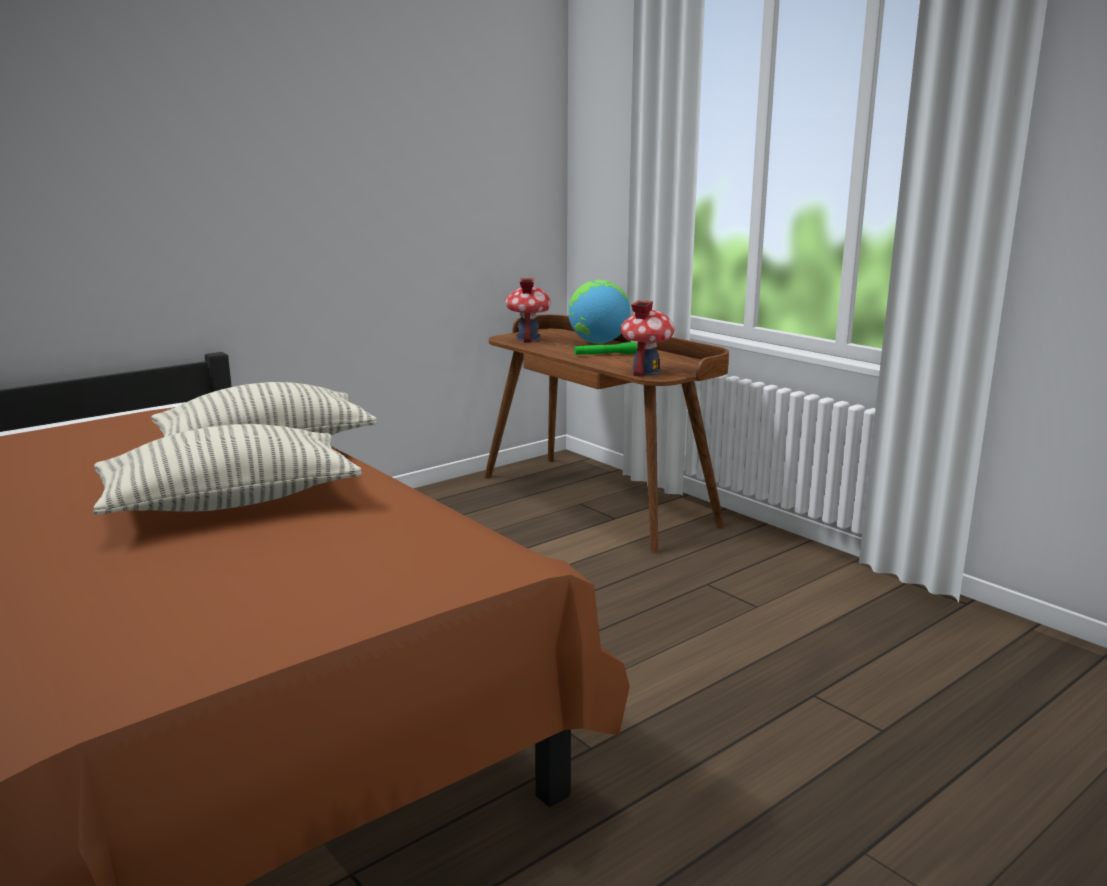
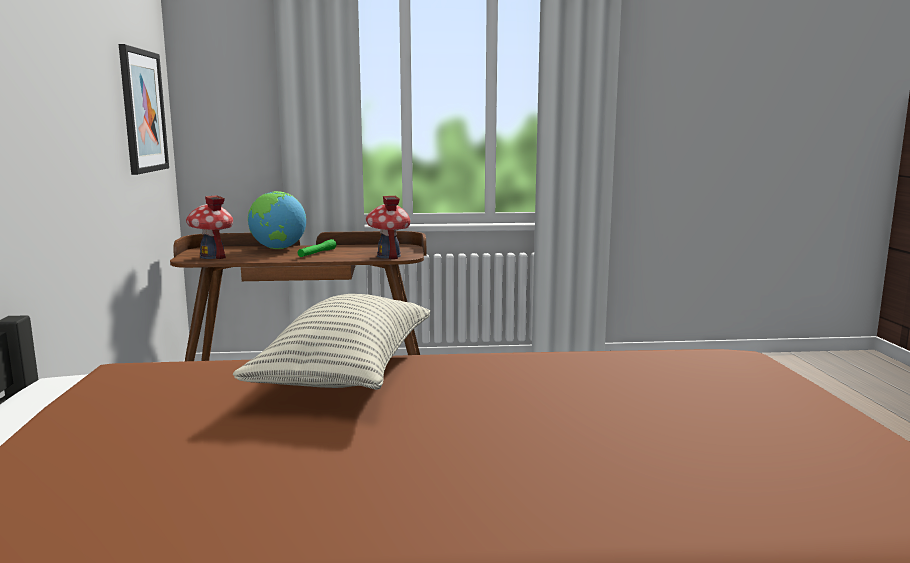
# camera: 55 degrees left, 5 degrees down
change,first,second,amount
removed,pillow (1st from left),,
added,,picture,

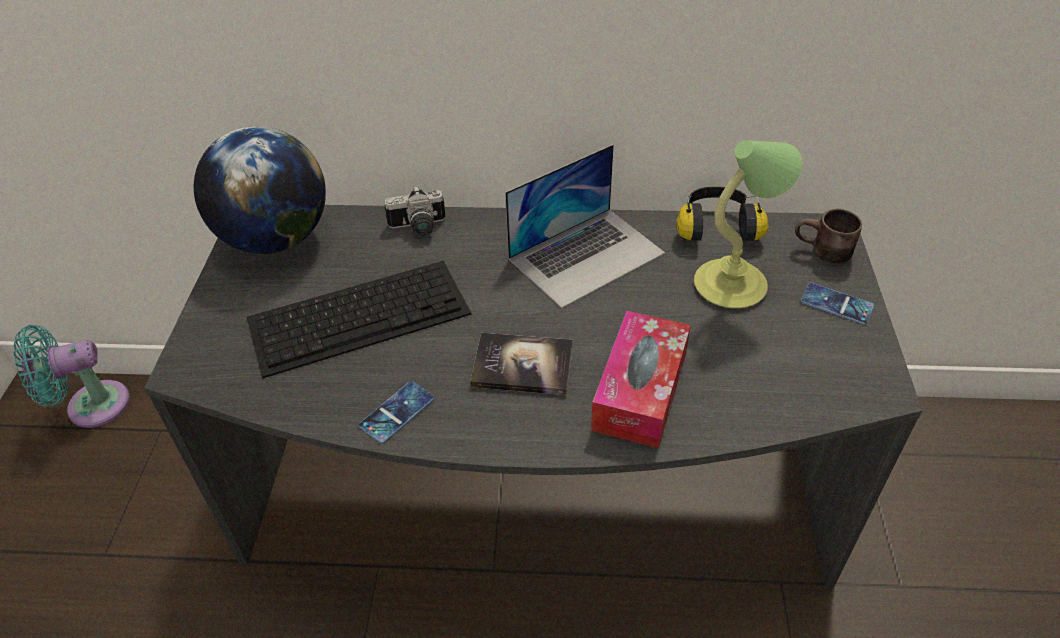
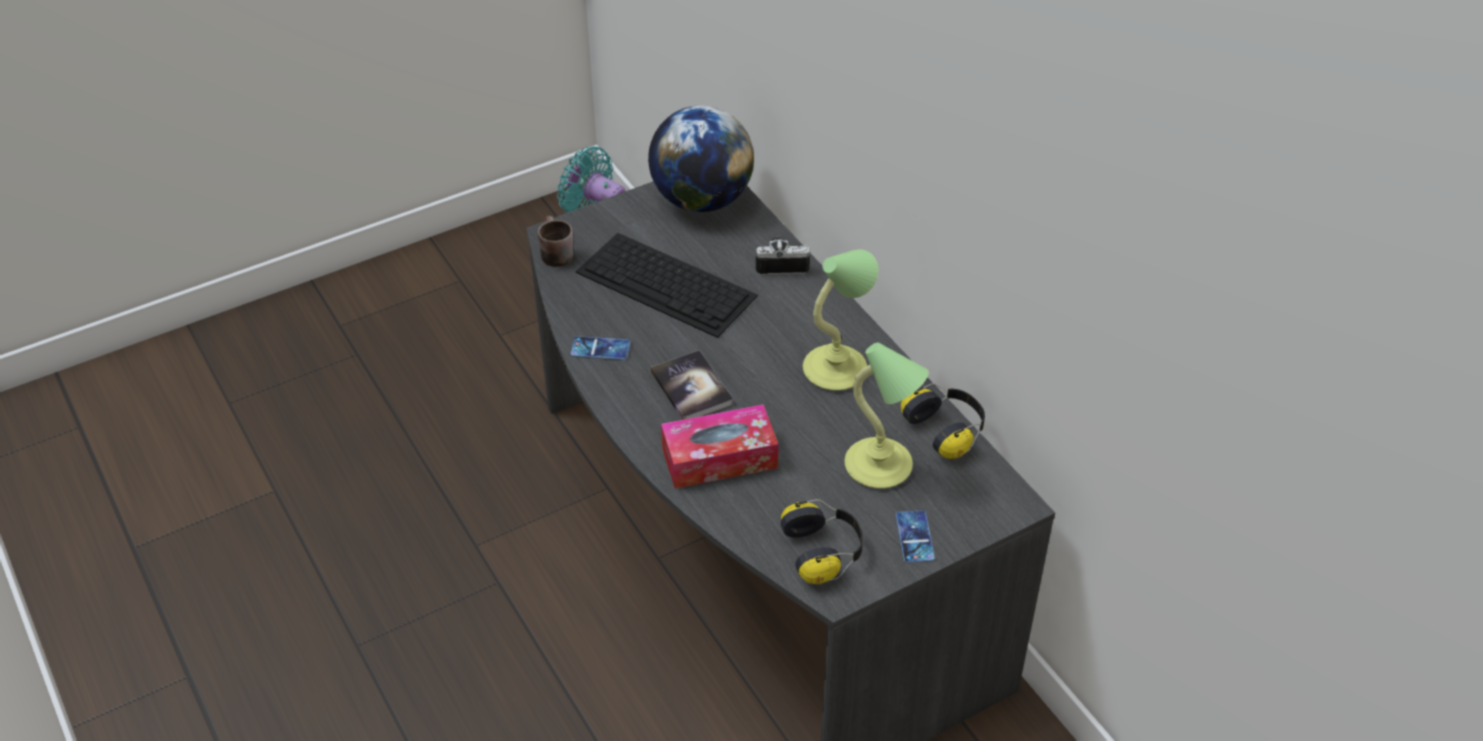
# camera: 55 degrees right, 0 degrees up
change,first,second,amount
replaced,laptop,table lamp (1st from left),
turned,photo camera,,135 degrees clockwise
moved,brown mug,,
added,,headphones (1st from left),

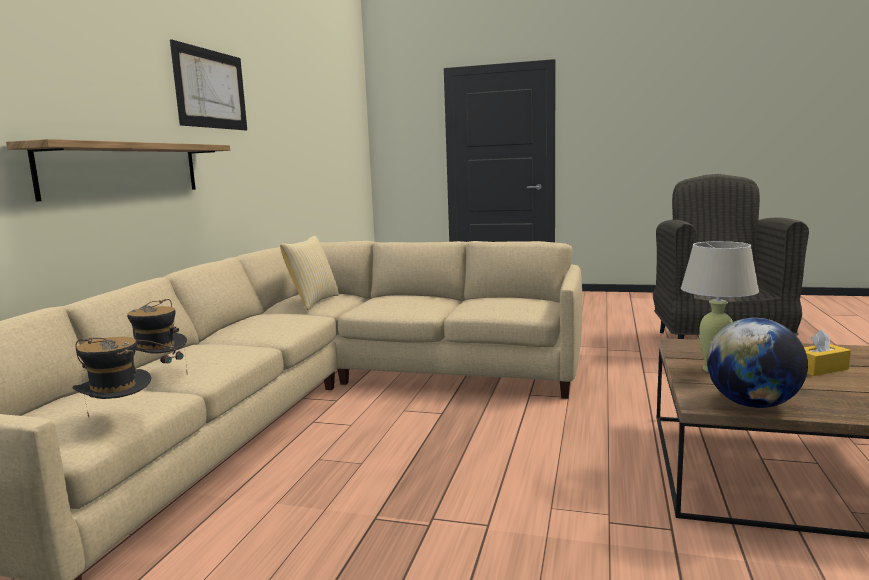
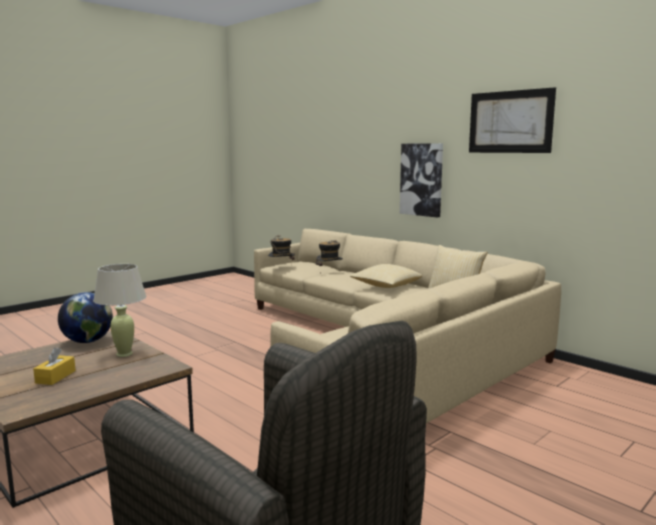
# camera: 120 degrees right, 0 degrees up
change,first,second,amount
replaced,shelf,picture (1st from left),
added,,pillow (1st from left),

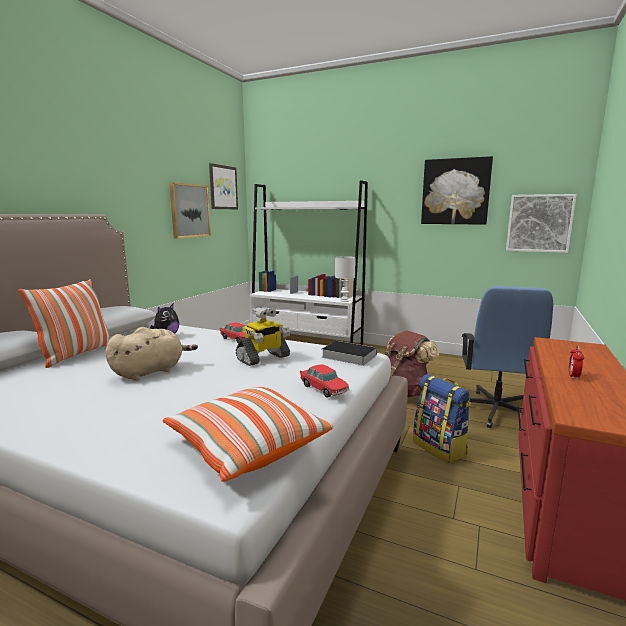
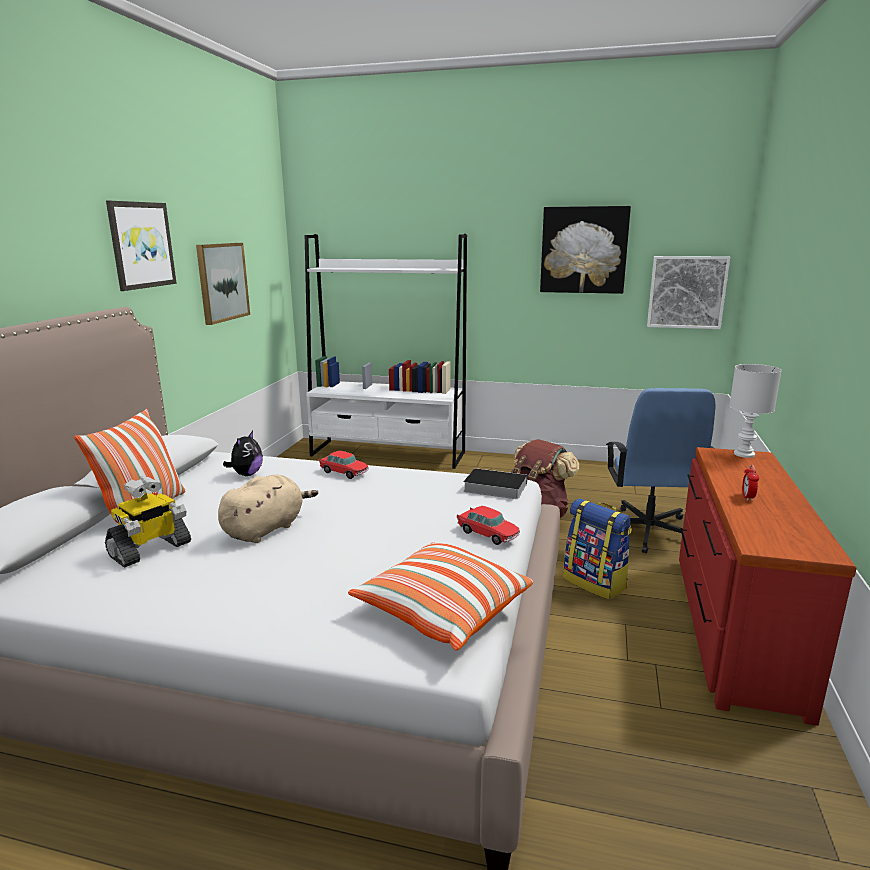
# camera: 10 degrees left, 5 degrees up
change,first,second,amount
moved,picture (2nd from left in the first image),picture (1st from left),
moved,white table lamp,,
moved,toy robot,,

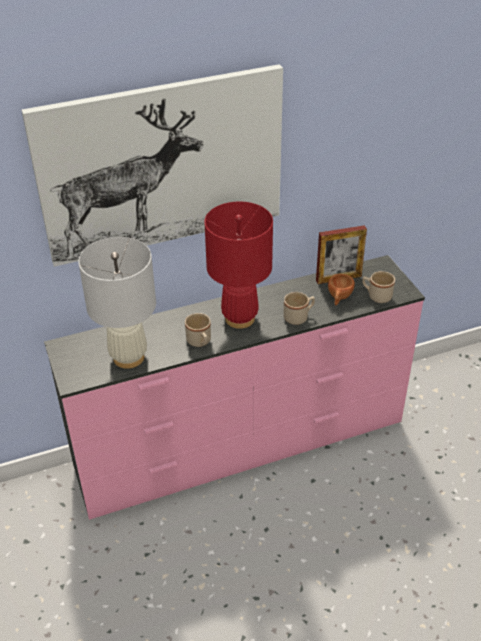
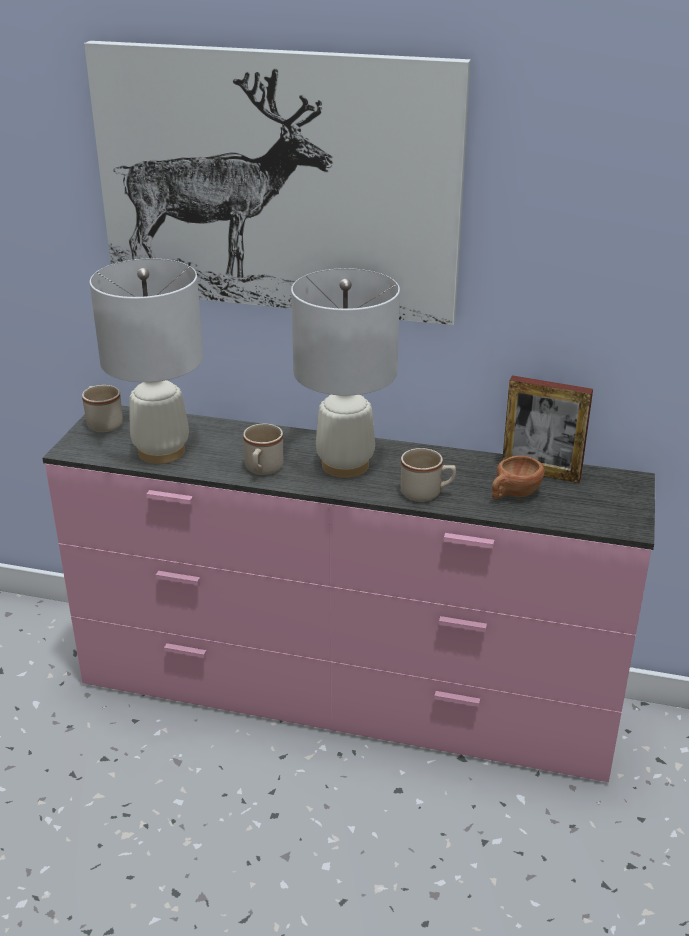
# camera: 35 degrees right, 10 degrees down
change,first,second,amount
recoloured,red table lamp,white table lamp (2nd from left),
moved,beige mug (3rd from left in the first image),beige mug (1st from left),

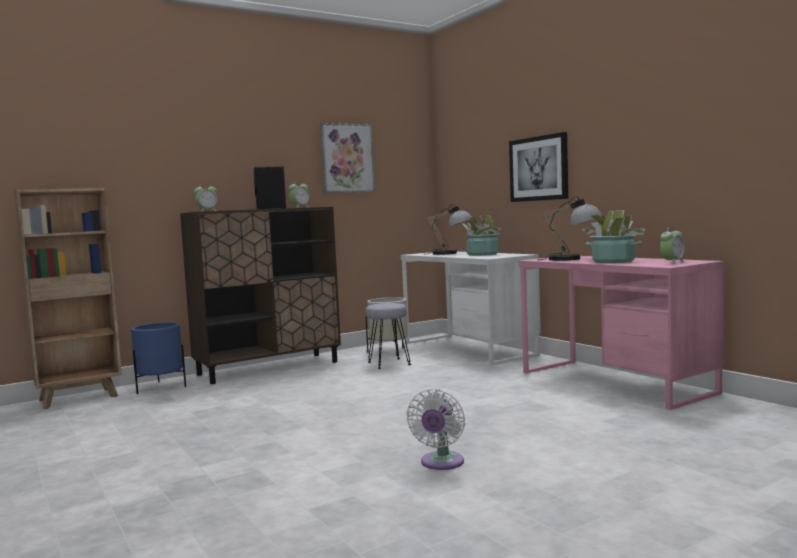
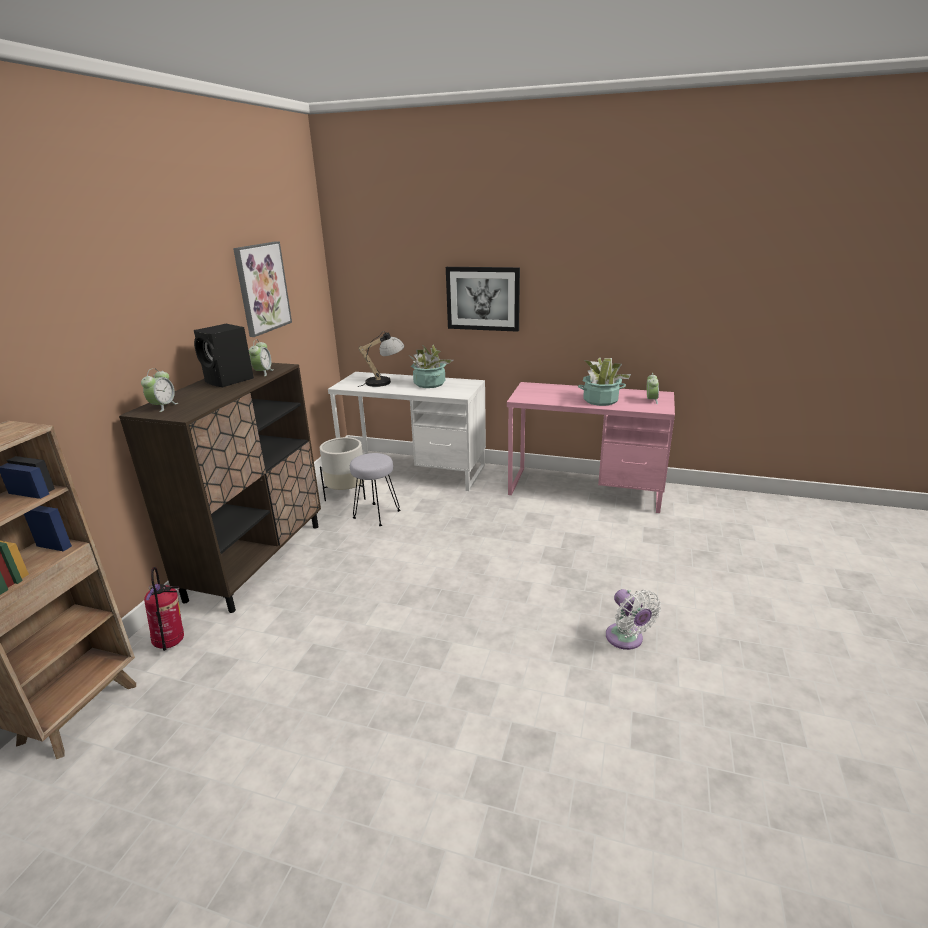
# camera: 40 degrees left, 20 degrees up
change,first,second,amount
removed,table lamp (2nd from left),,
replaced,blue planter,fire extinguisher,

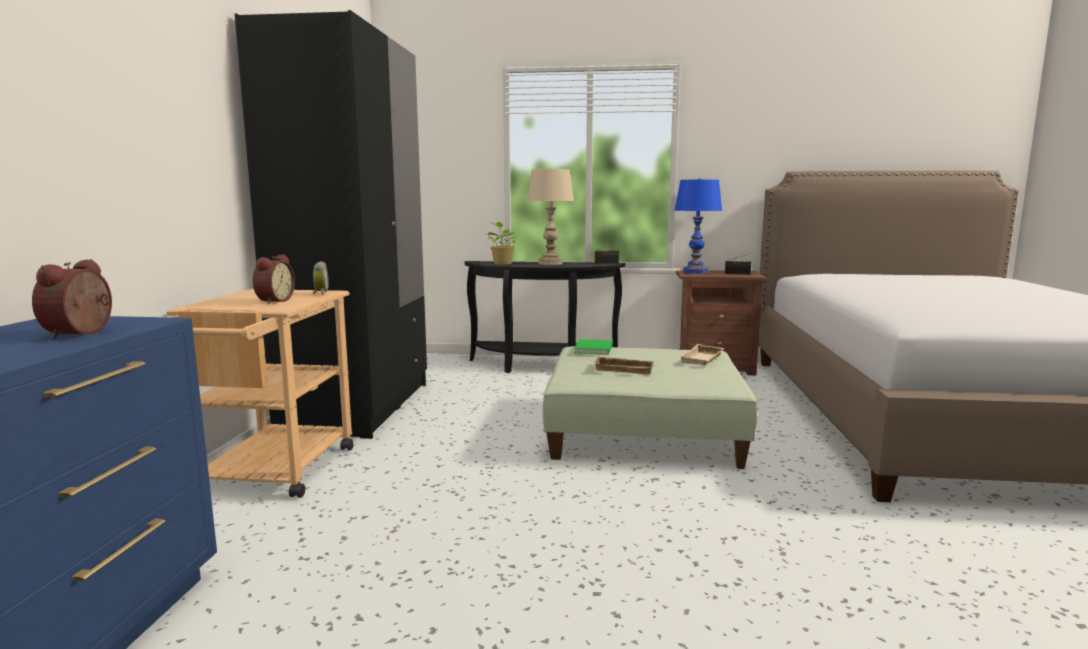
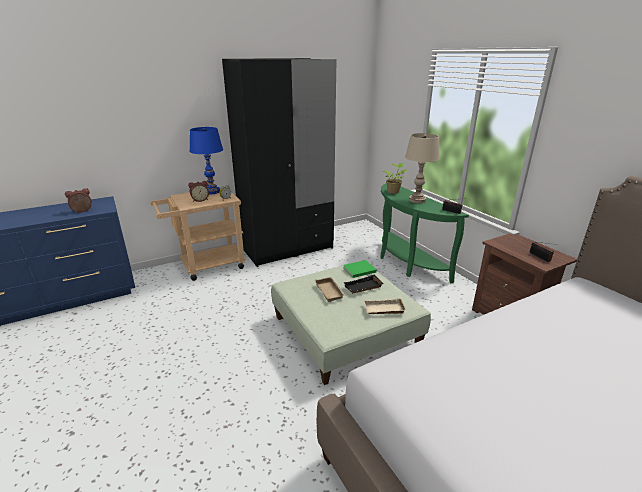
# camera: 55 degrees right, 15 degrees up
change,first,second,amount
moved,blue table lamp,,
recoloured,black console table,green console table,
added,,black tray,

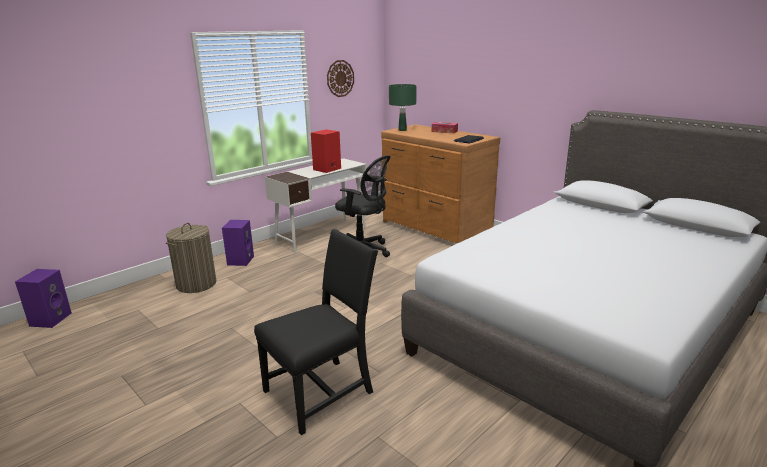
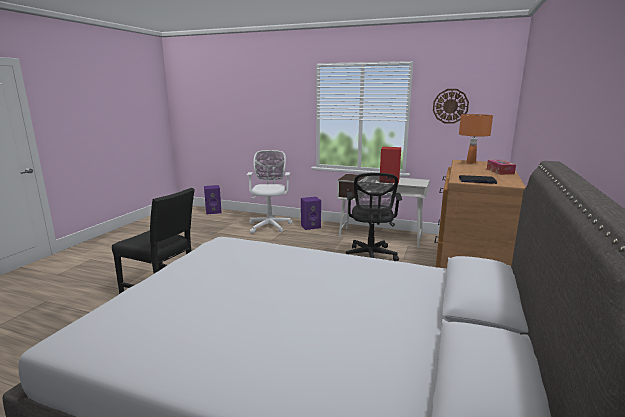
# camera: 65 degrees right, 5 degrees down
change,first,second,amount
recoloured,green table lamp,orange table lamp,
replaced,laundry basket,white office chair,

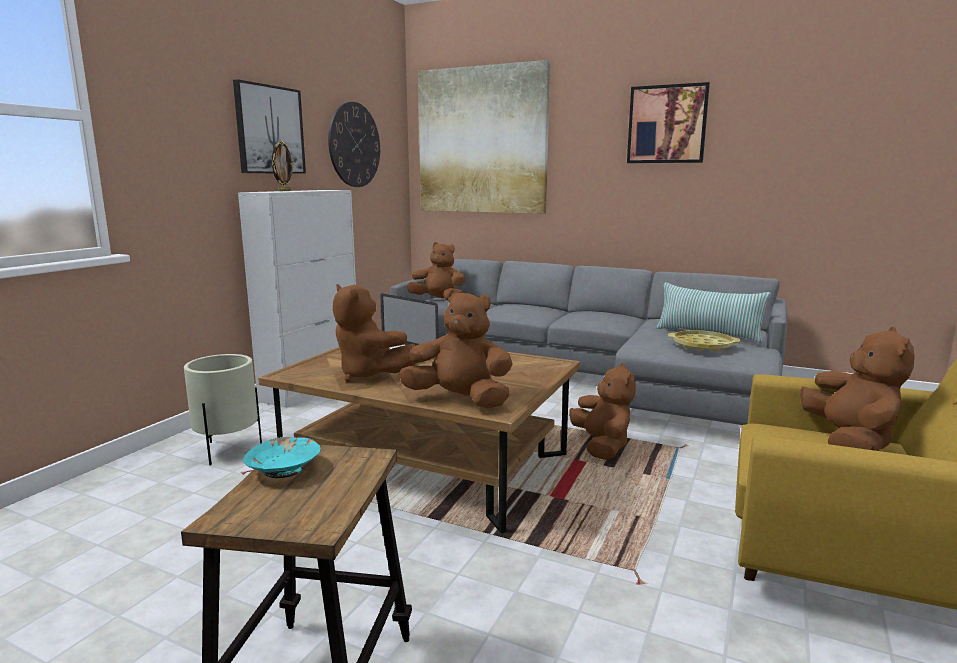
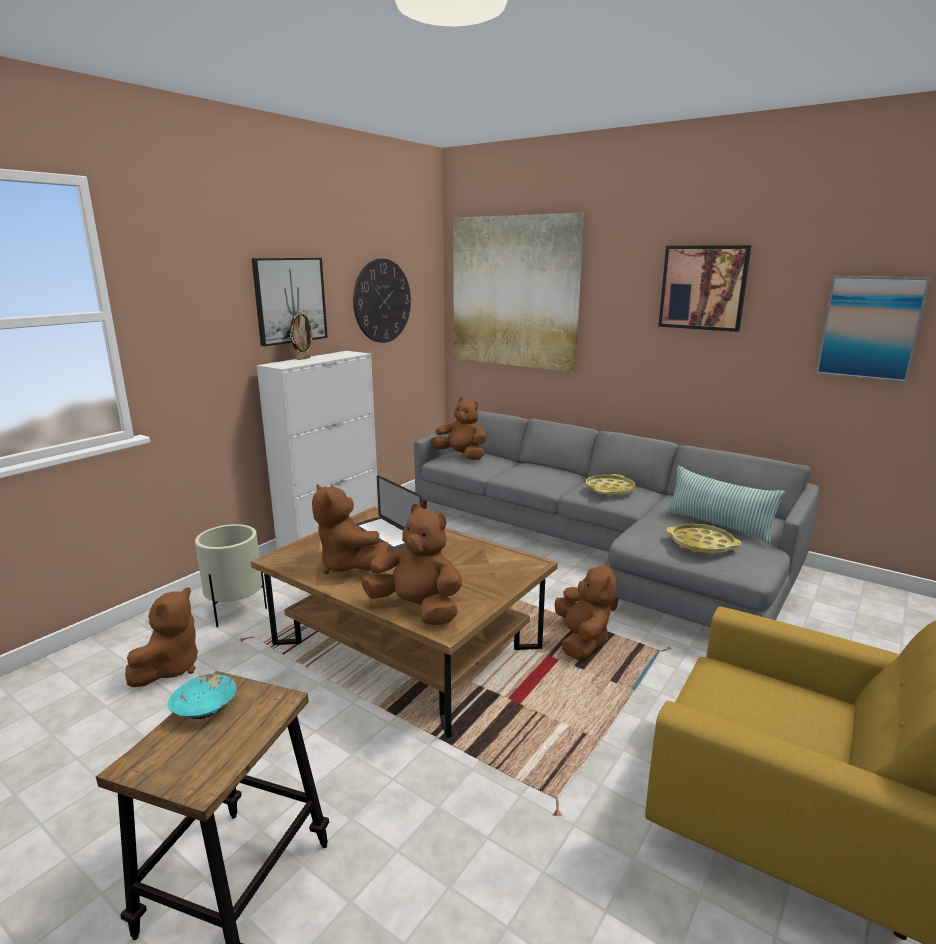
# camera: 10 degrees right, 5 degrees up
change,first,second,amount
moved,brown plush toy (5th from left in the first image),brown plush toy (1st from left),
added,,picture (4th from left),
added,,yellow tray (1st from left),

